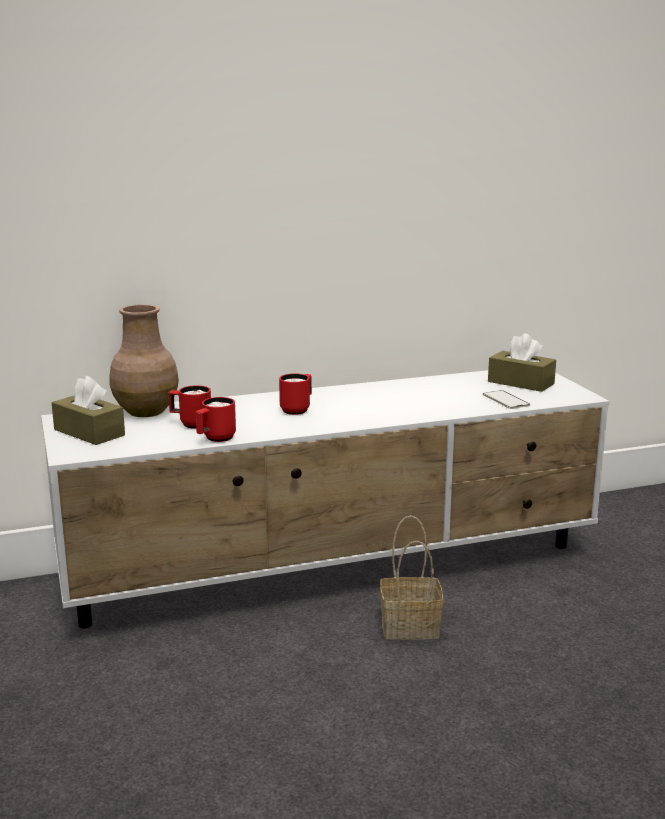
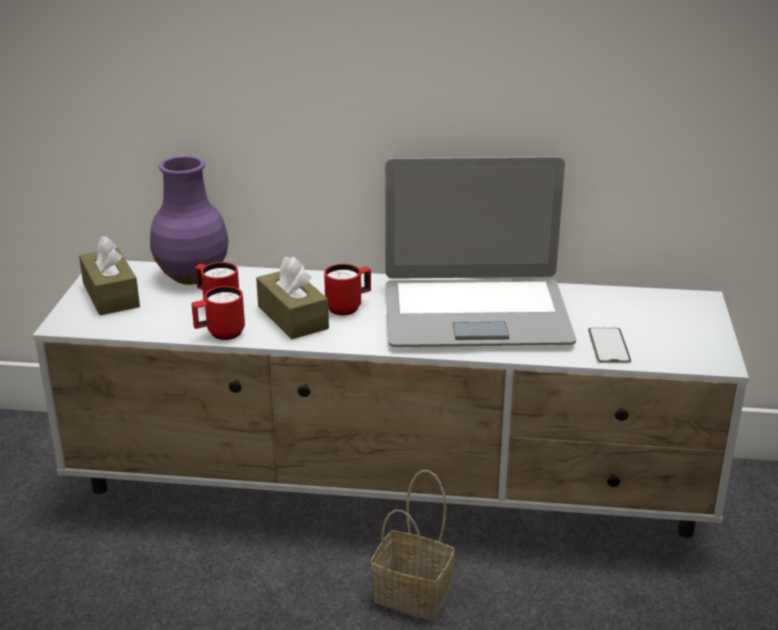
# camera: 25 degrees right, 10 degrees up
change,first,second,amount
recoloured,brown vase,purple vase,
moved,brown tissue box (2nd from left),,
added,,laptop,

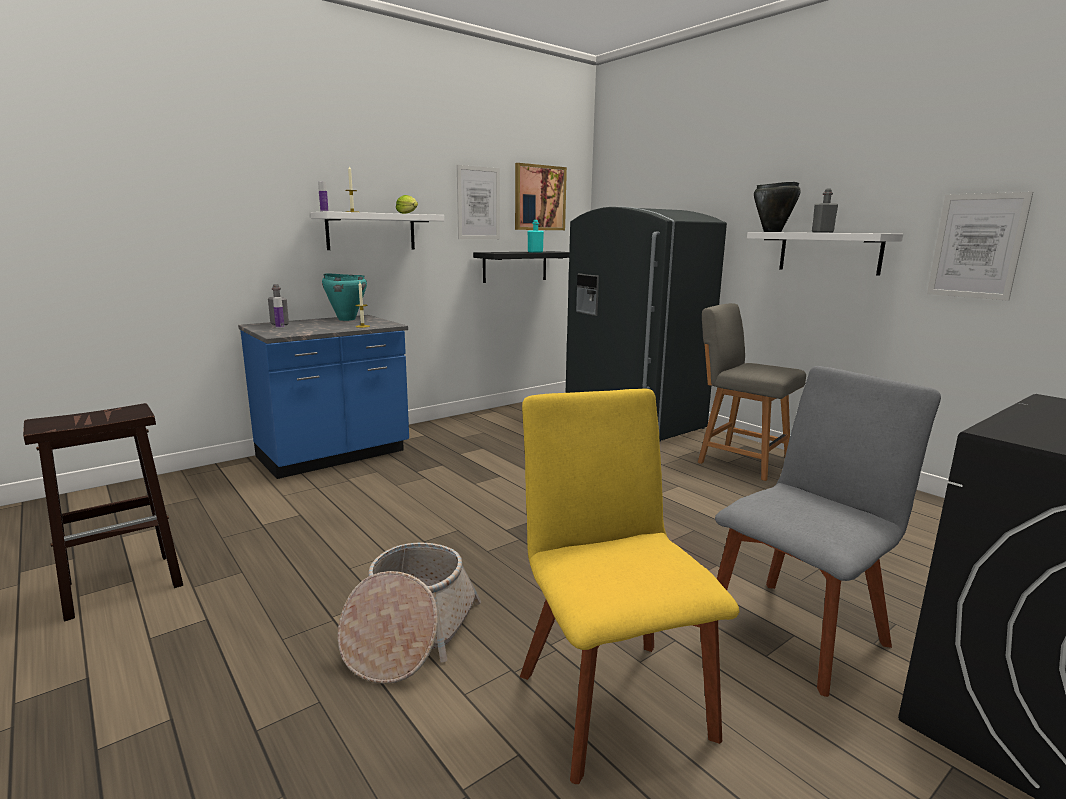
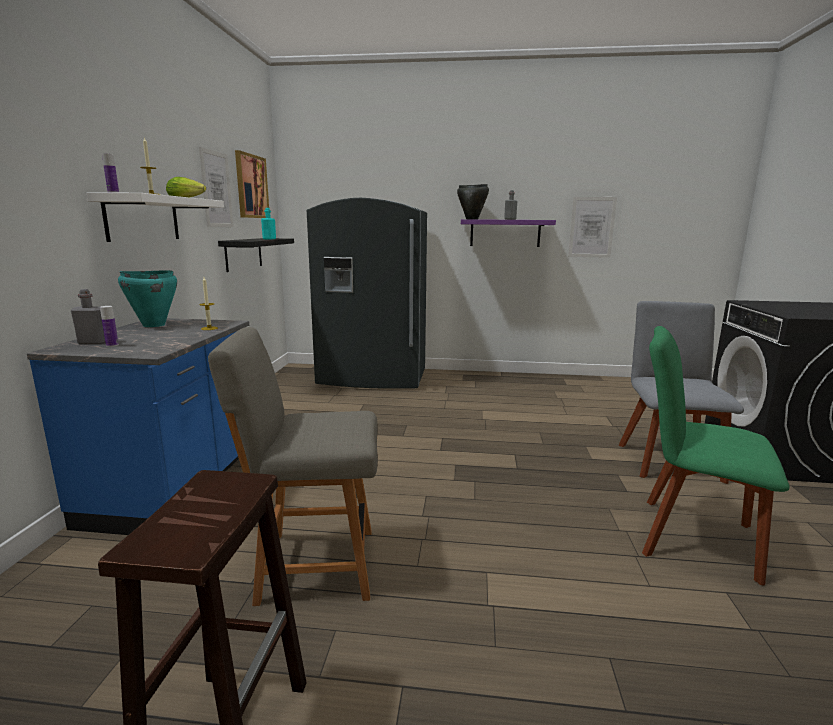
# camera: 45 degrees left, 0 degrees up
change,first,second,amount
recoloured,white shelf (2nd from left),purple shelf,
moved,grey chair (1st from left),,
recoloured,yellow chair,green chair,
removed,basket,,

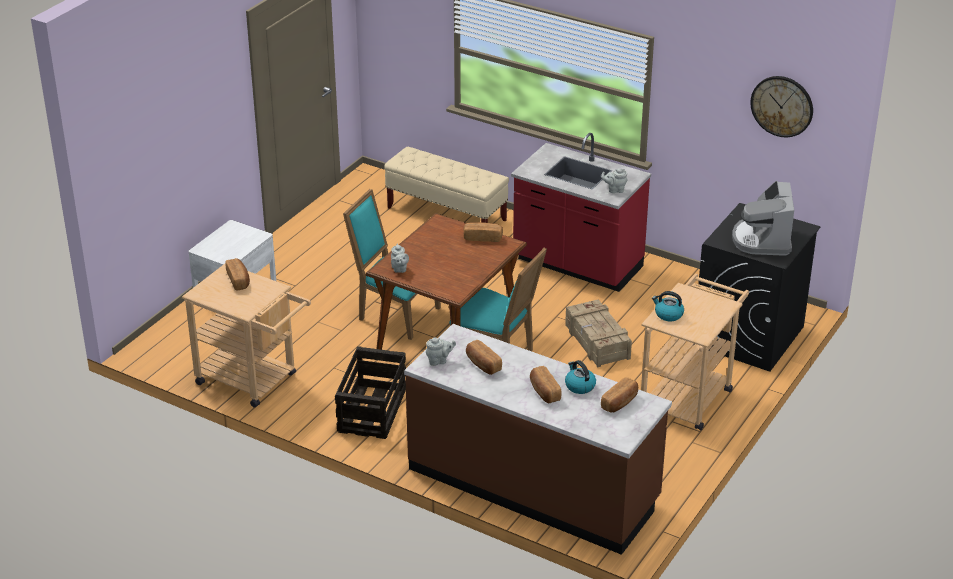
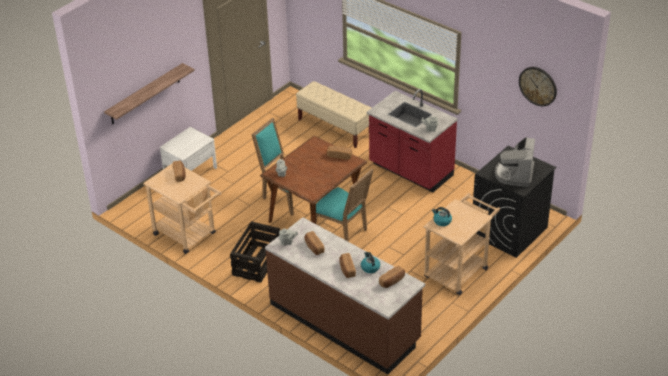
# camera: 10 degrees right, 5 degrees up
change,first,second,amount
removed,crate (2nd from left),,
added,,shelf,

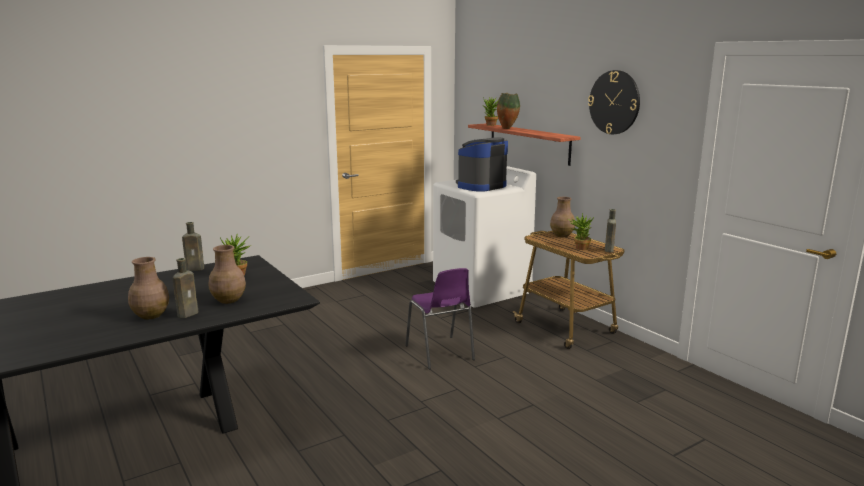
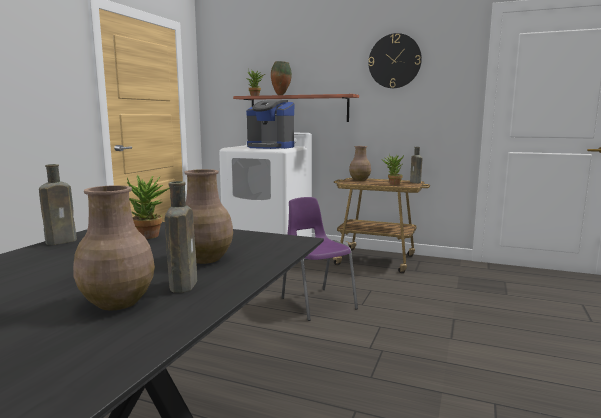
# camera: 35 degrees left, 5 degrees down
change,first,second,amount
turned,coffee machine,,75 degrees counterclockwise
turned,purple chair,,150 degrees counterclockwise

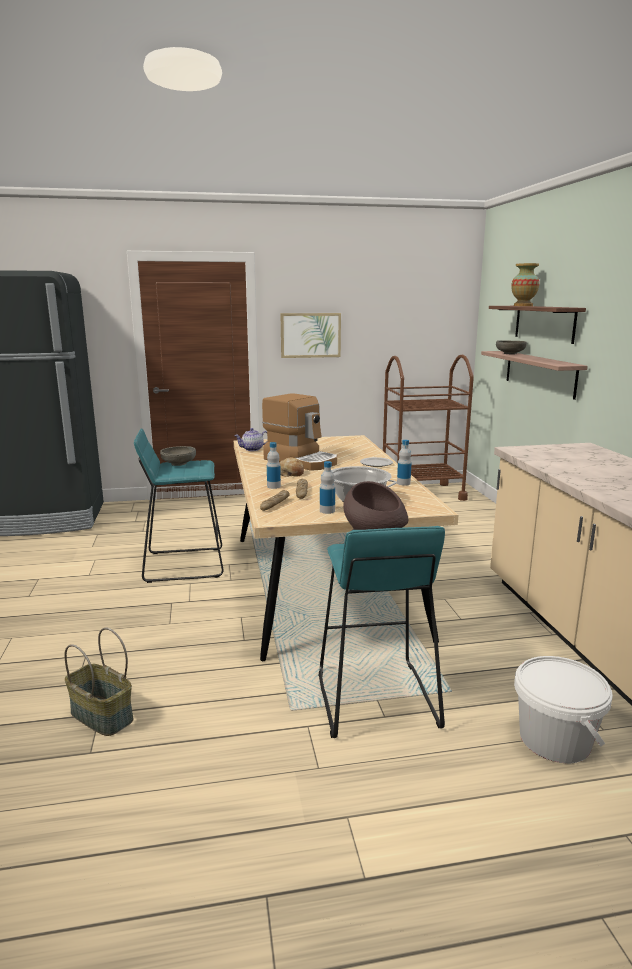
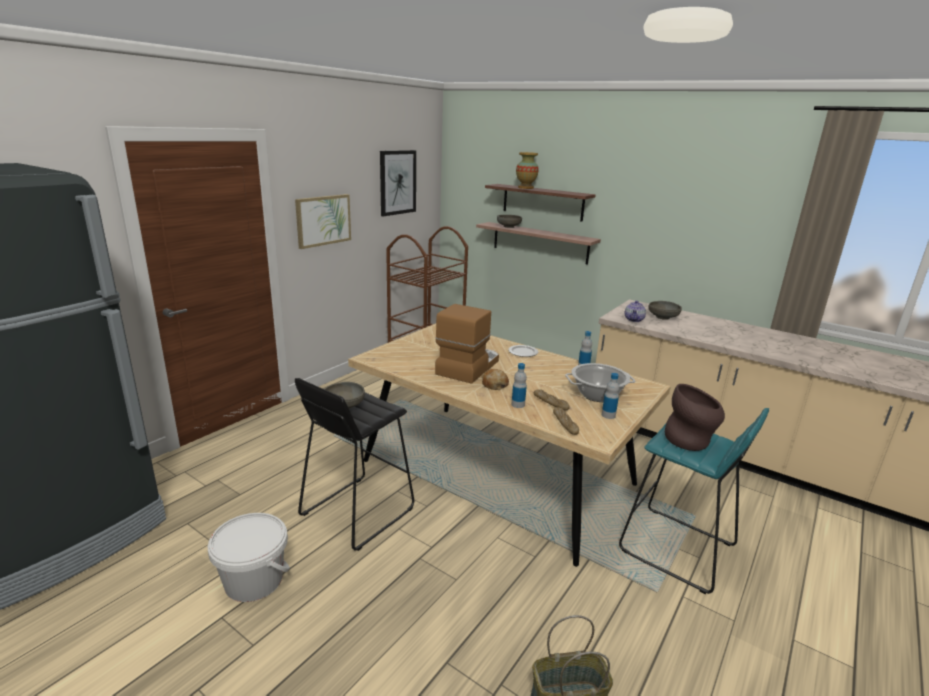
# camera: 45 degrees left, 5 degrees up
change,first,second,amount
turned,coffee machine,,60 degrees counterclockwise
moved,teapot,,
recoloured,turquoise stool (1st from left),black stool,
moved,white bucket,,
added,,picture (2nd from left),
added,,grey bowl (3rd from left),

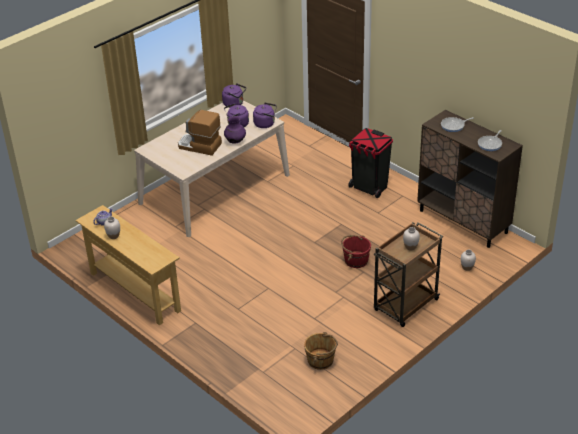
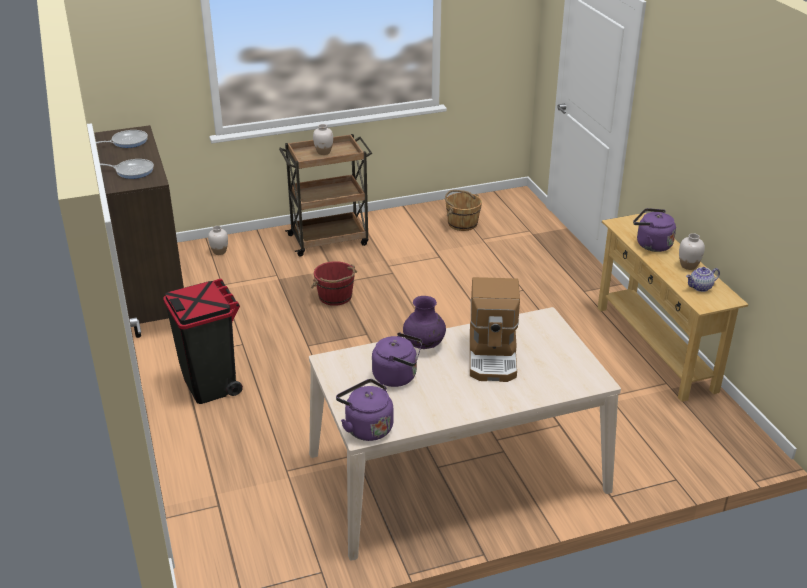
# camera: 155 degrees left, 5 degrees down
change,first,second,amount
moved,purple kettle (3rd from left),,
turned,coffee machine,,45 degrees clockwise

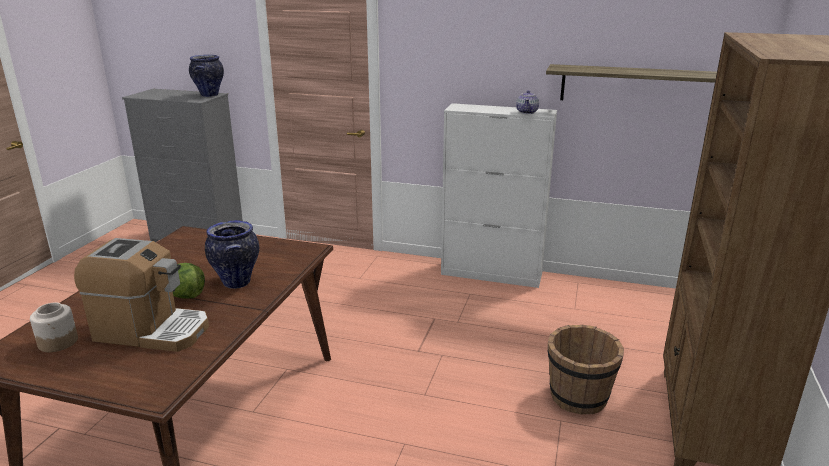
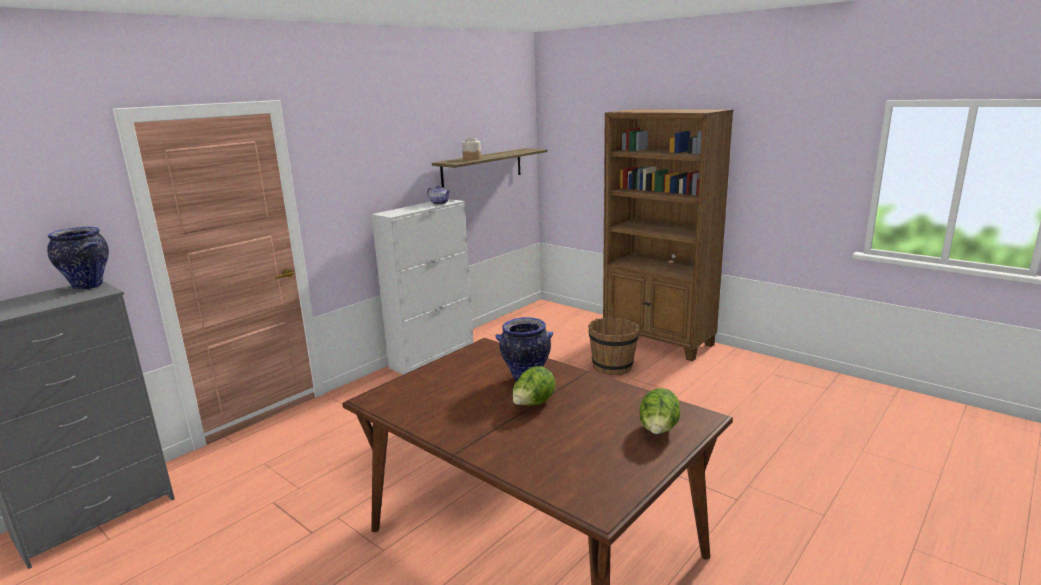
# camera: 65 degrees left, 5 degrees down
change,first,second,amount
removed,coffee machine,,
moved,jar,,
added,,lettuce (2nd from left),

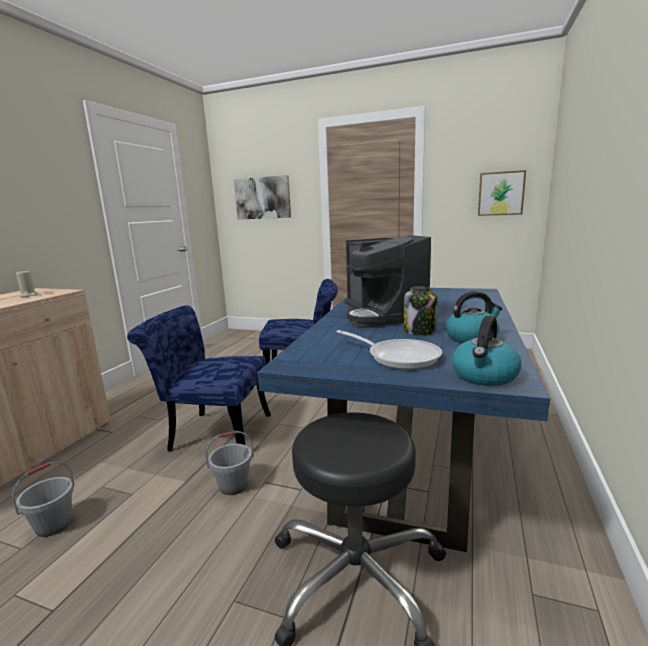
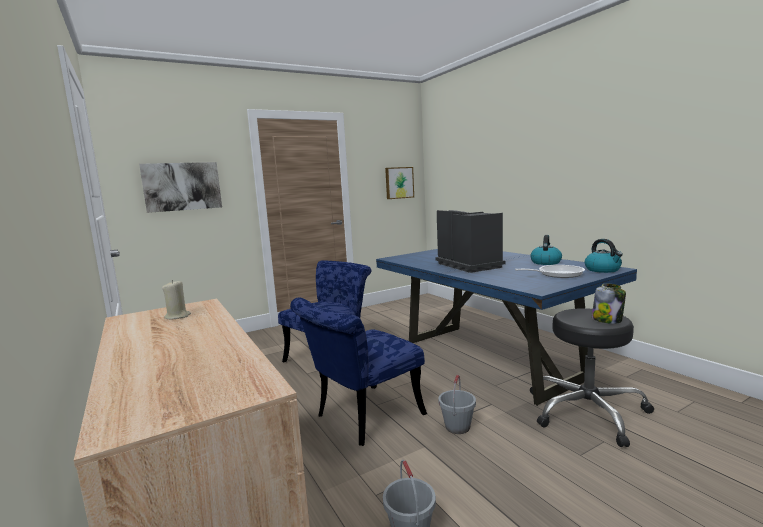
# camera: 50 degrees left, 5 degrees down
change,first,second,amount
turned,coffee machine,,135 degrees counterclockwise
moved,jar,,

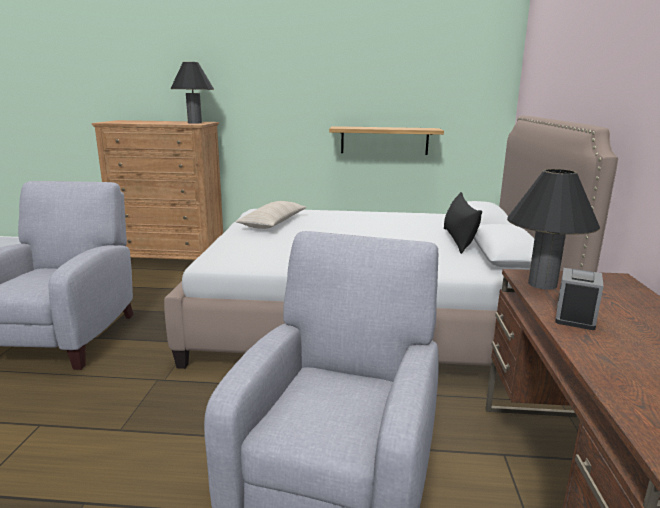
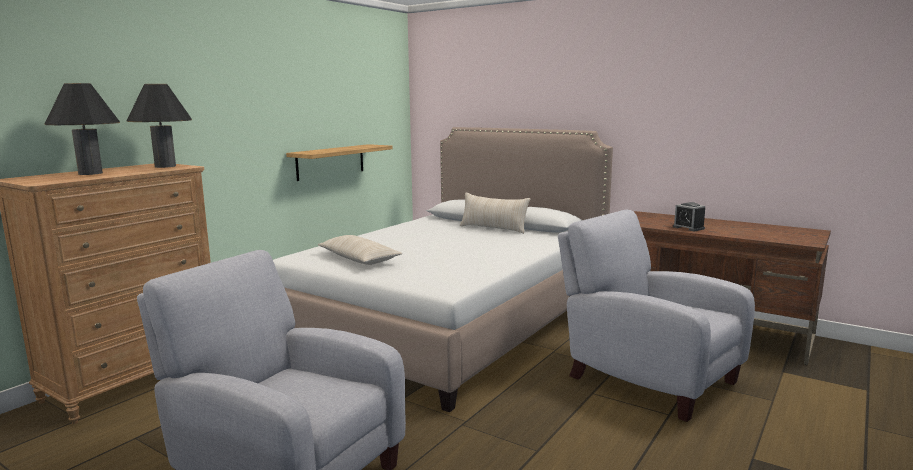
# camera: 60 degrees left, 5 degrees down
change,first,second,amount
moved,black table lamp (2nd from left in the first image),black table lamp (1st from left),
recoloured,black pillow,beige pillow (2nd from left),

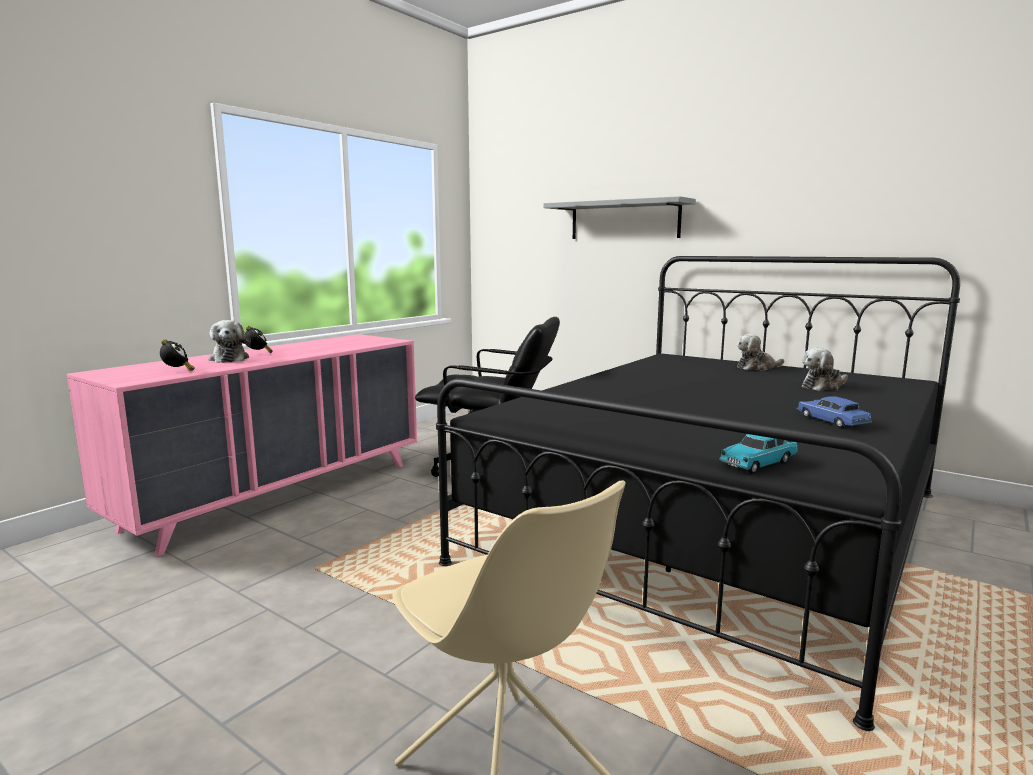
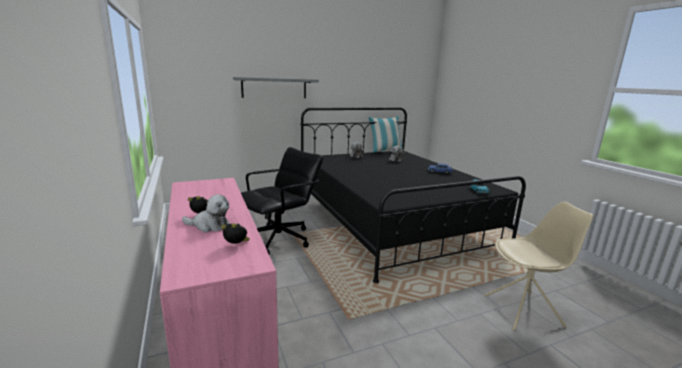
# camera: 60 degrees left, 5 degrees up
change,first,second,amount
added,,pillow,

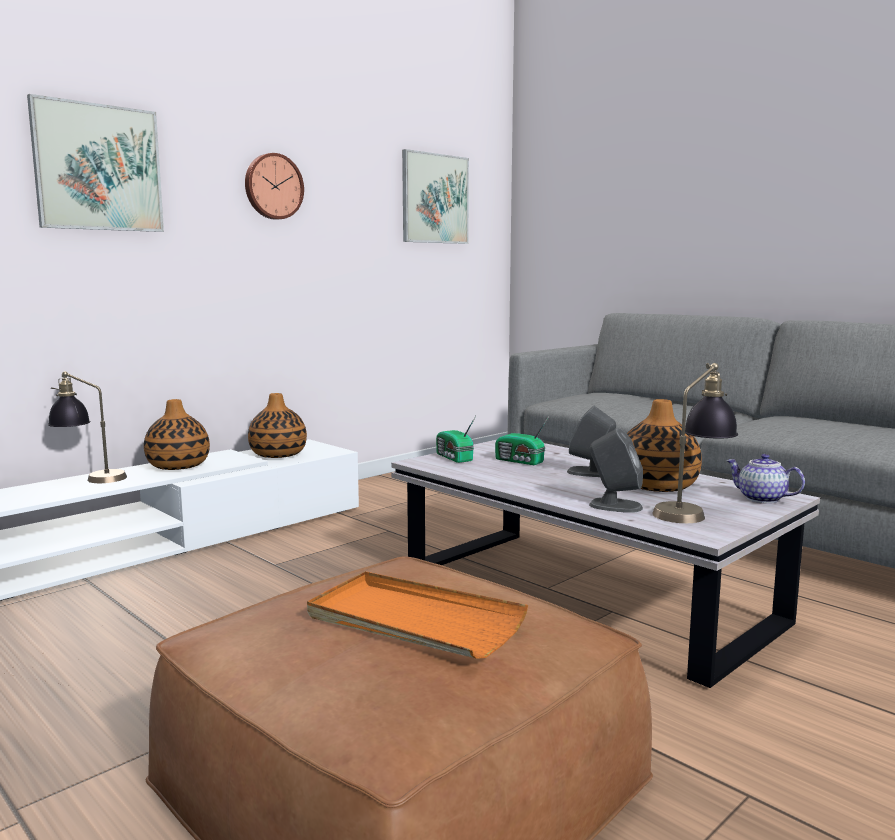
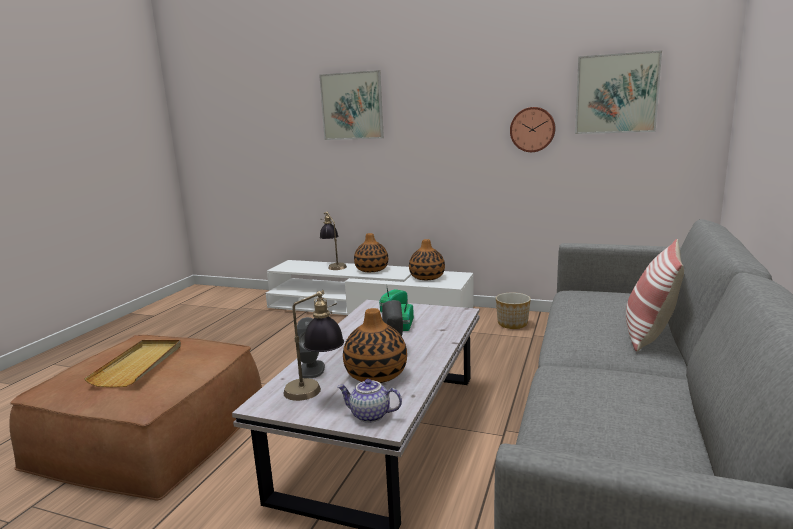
# camera: 65 degrees right, 5 degrees up
change,first,second,amount
moved,wall clock,,
turned,teapot,,90 degrees counterclockwise
recoloured,orange tray,beige tray,
added,,pillow,
added,,planter,

